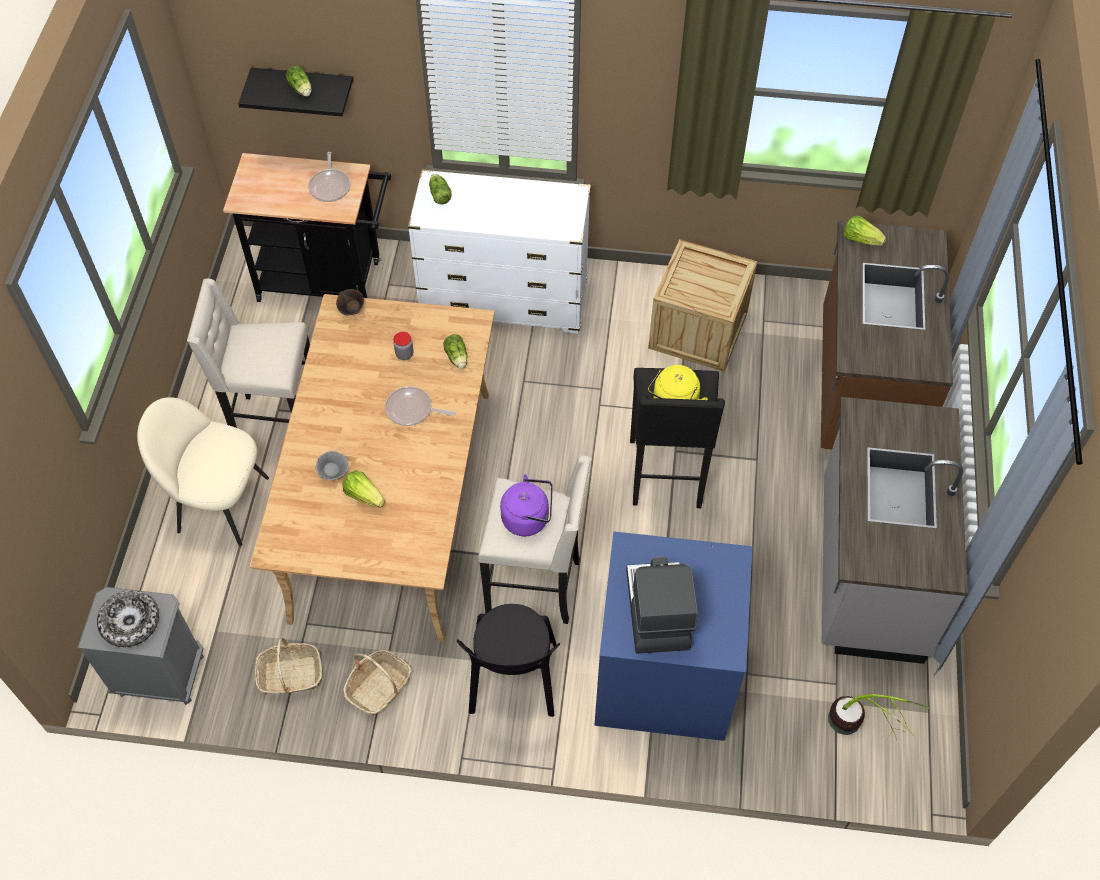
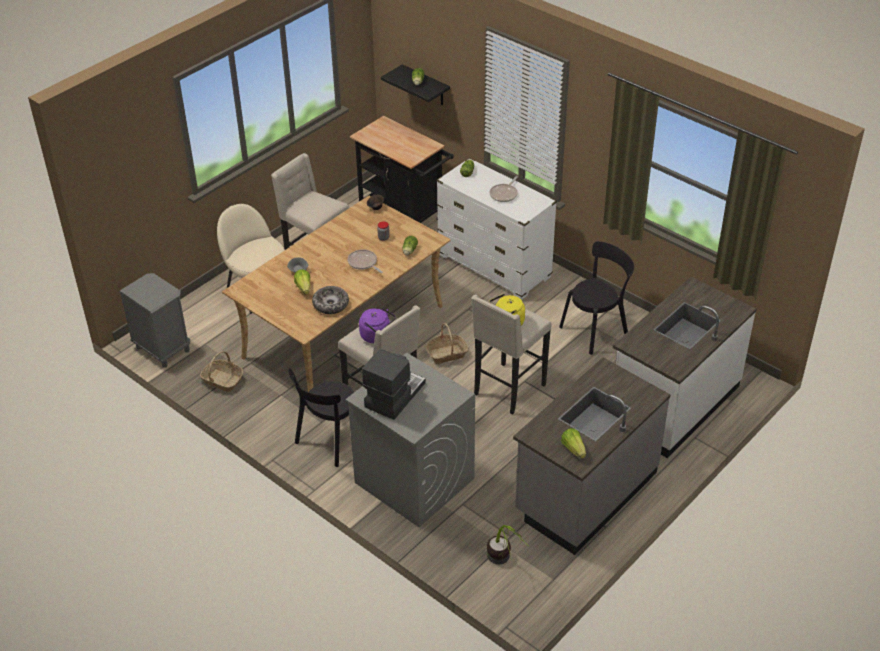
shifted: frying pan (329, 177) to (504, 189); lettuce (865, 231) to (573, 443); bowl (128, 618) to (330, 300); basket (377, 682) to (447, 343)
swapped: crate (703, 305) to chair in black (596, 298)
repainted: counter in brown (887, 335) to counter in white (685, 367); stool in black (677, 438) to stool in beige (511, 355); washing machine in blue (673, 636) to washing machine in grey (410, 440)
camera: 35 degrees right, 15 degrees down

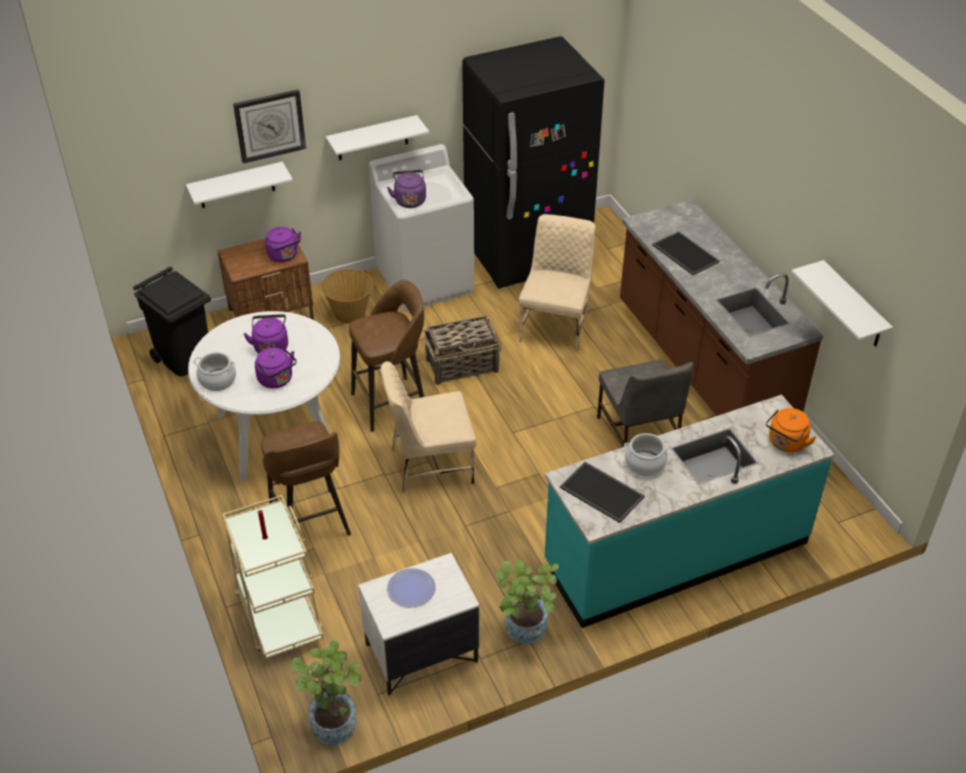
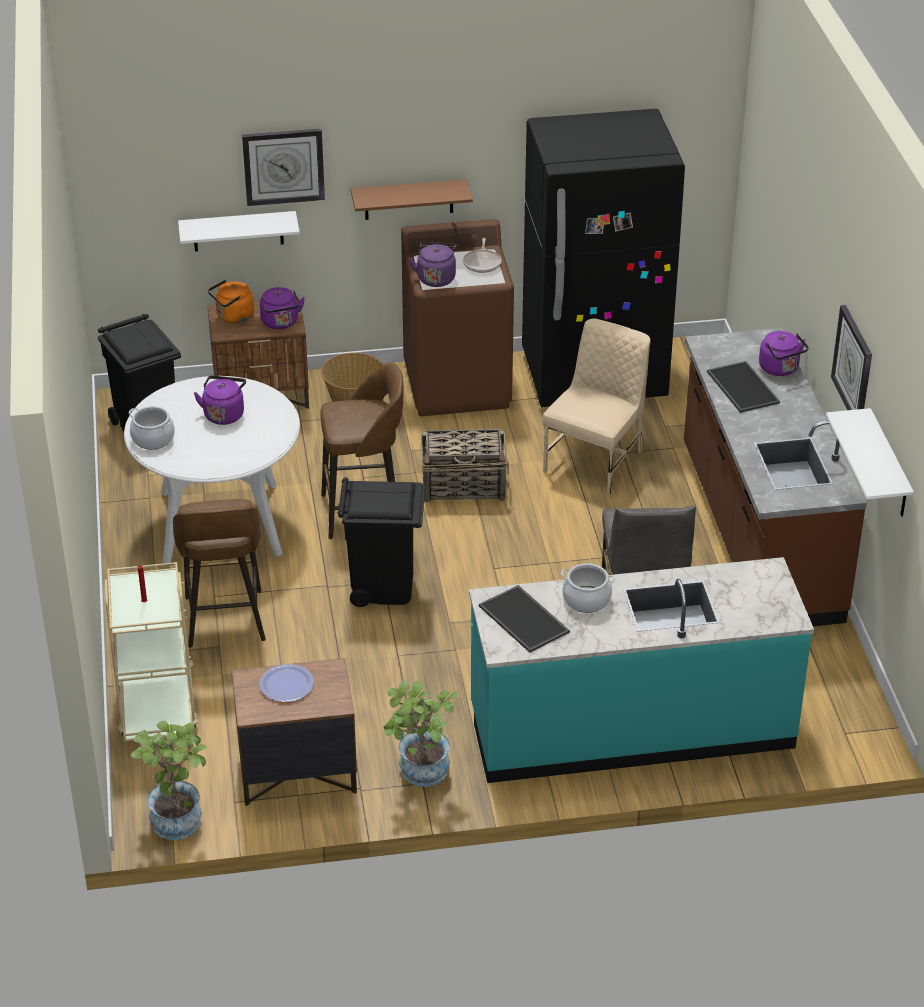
new: frying pan (482, 255); wall clock (851, 357)
shifted: kettle in purple (276, 368) to (784, 353); kettle in orange (791, 430) to (231, 301)
swapped: chair in beige (429, 427) to trash can in black (381, 542)
repainted: shelf in white (377, 137) to shelf in brown (412, 199); washing machine in white (421, 228) to washing machine in brown (457, 317); nightstand in white (419, 624) to nightstand in brown (294, 732)
camera: 15 degrees right, 5 degrees down

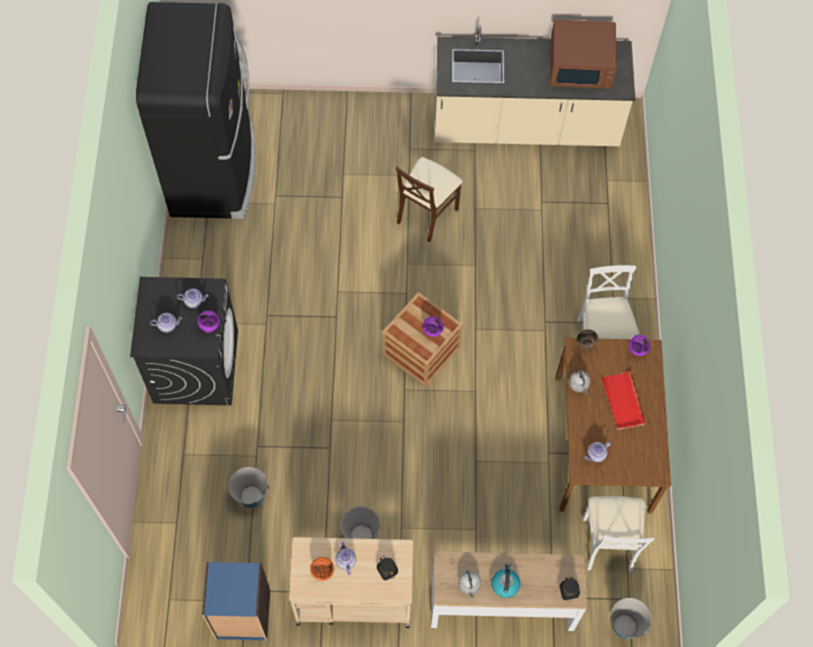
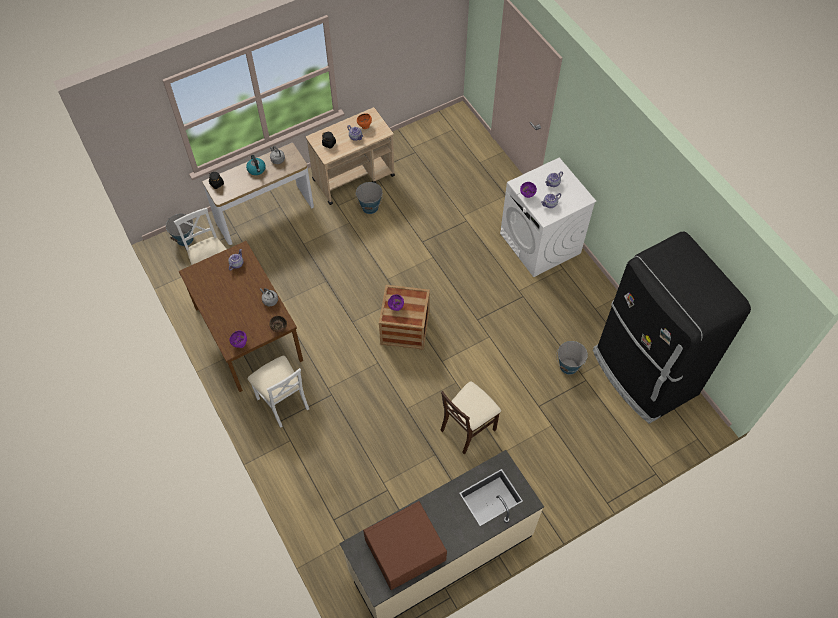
gone: tray in red (622, 400); bookcase in blue (236, 601)
shifted: bucket (249, 487) to (572, 358)
repainted: washing machine in black (184, 341) to washing machine in white (548, 217)
rotated: chair in beige (429, 199) = (470, 417) 135 degrees counterclockwise
camera: 150 degrees right, 5 degrees down

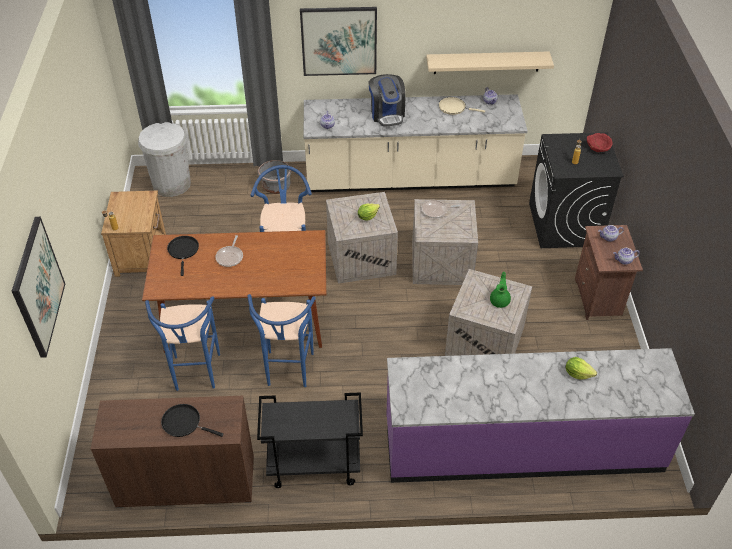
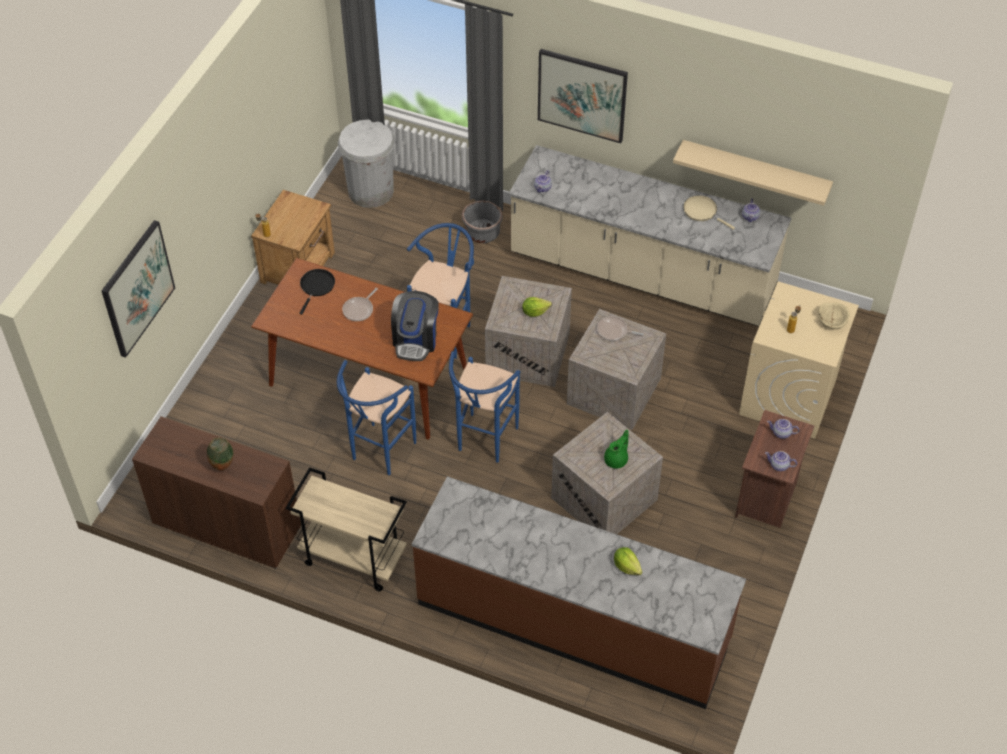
shifted: coffee machine (387, 100) to (415, 326); stool in blue (182, 343) to (484, 407)
swapped: frying pan in black (192, 420) to vase (220, 454)
repainted: washing machine in black (576, 190) to washing machine in beige (799, 360); bowl in red (600, 142) to bowl in beige (834, 316); counter in purple (540, 415) to counter in brown (579, 592); cart in black (310, 440) to cart in beige (346, 529)
camera: 25 degrees right, 5 degrees up

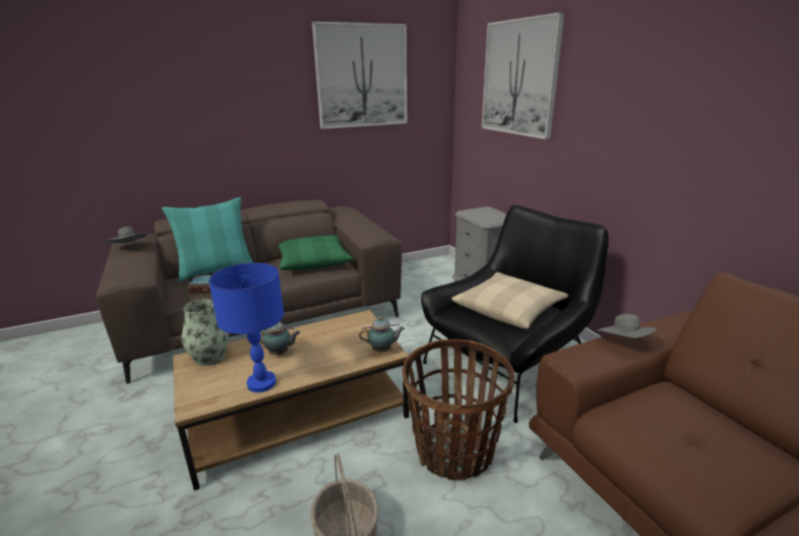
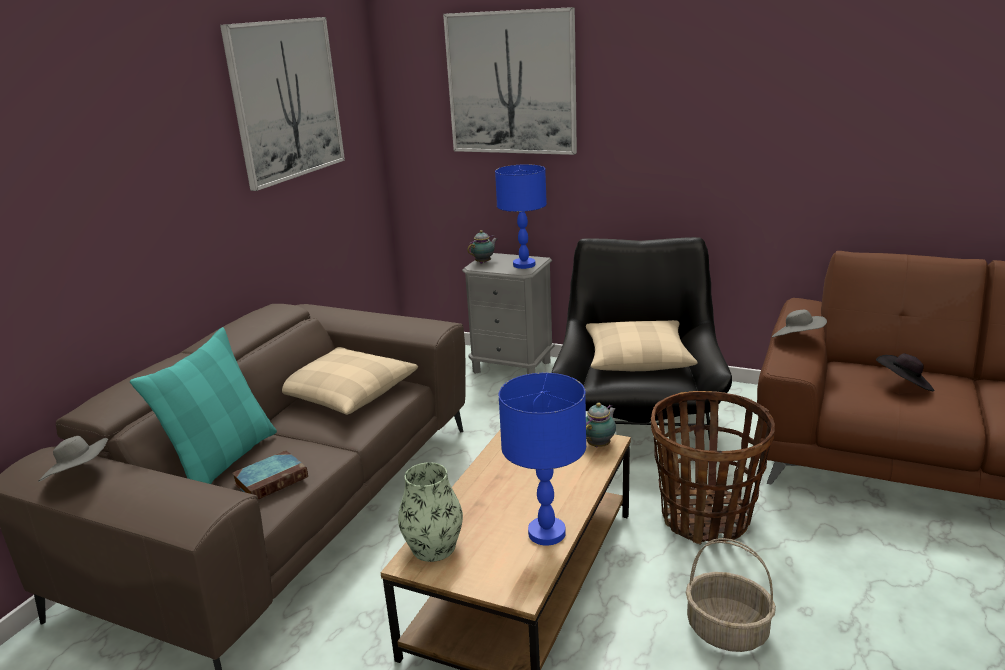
new: table lamp in blue (521, 216); hat in black (905, 372)
shifted: teapot (280, 338) to (482, 247)
repainted: pillow in green (315, 252) to pillow in beige (350, 381)
camera: 40 degrees left, 0 degrees up

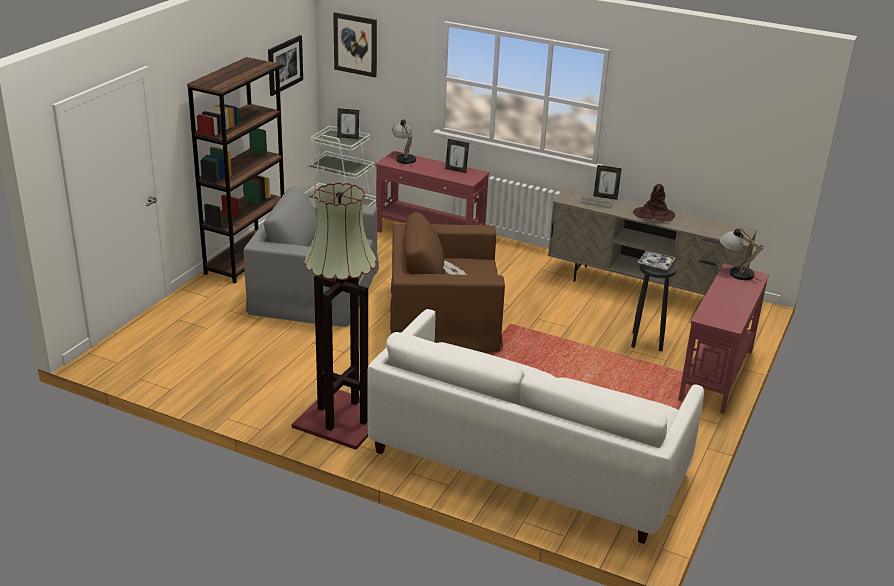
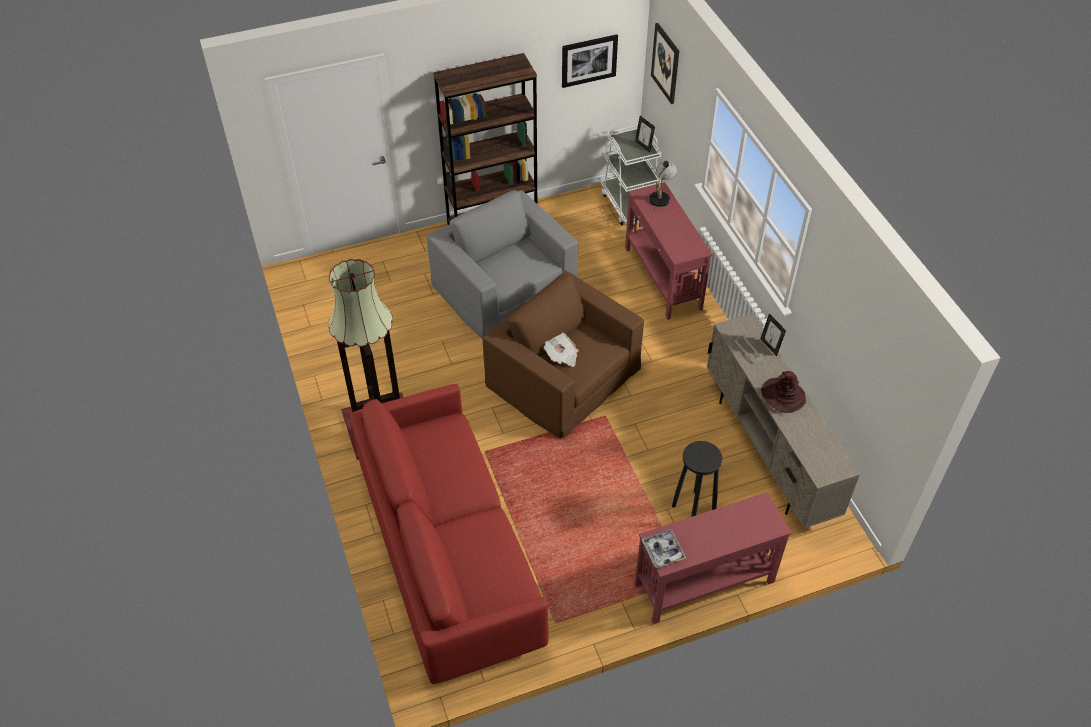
gone: picture frame (457, 156); table lamp (742, 255)
shifted: tray (656, 260) to (663, 548)
repainted: sofa in white (535, 426) to sofa in red (449, 534)
camera: 45 degrees right, 20 degrees up

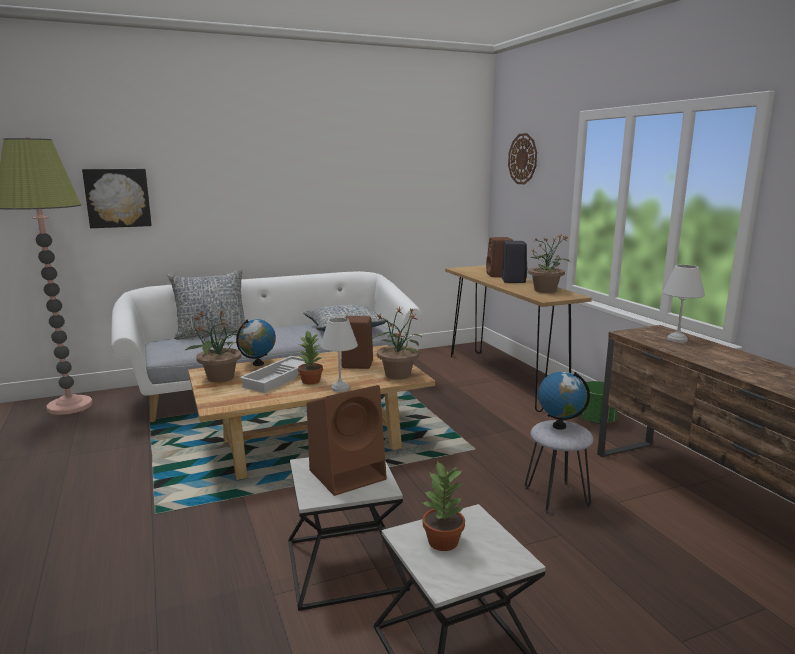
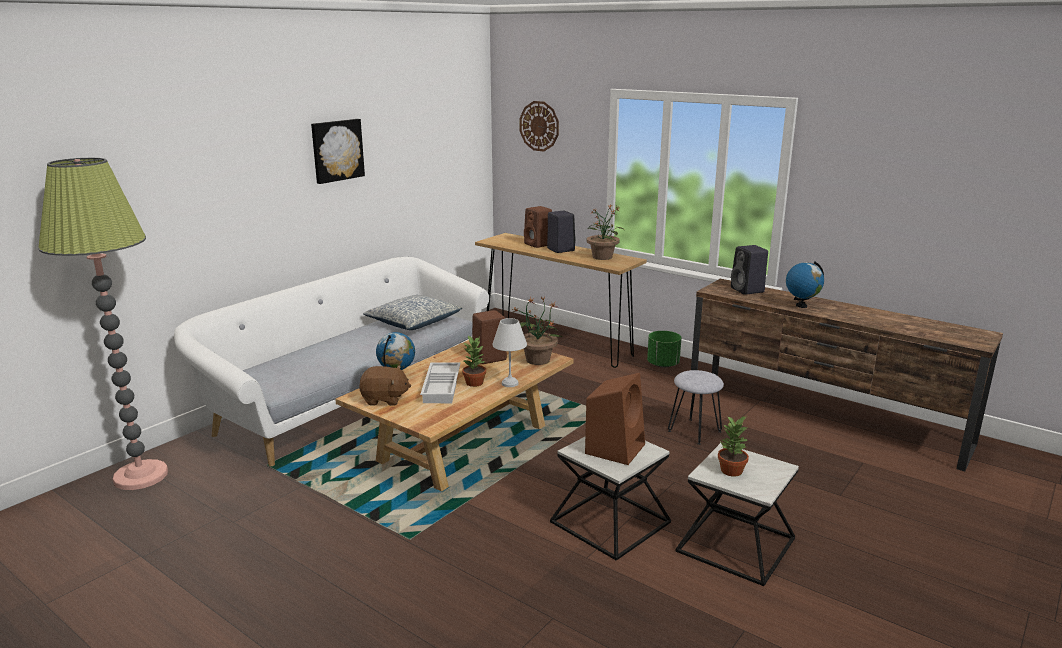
gone: pillow (207, 304)
shifted: picture (117, 198) to (338, 151); globe (564, 400) to (805, 284)
swapped: table lamp in white (683, 303) to speaker in black (749, 270); potted plant (215, 346) to plush toy in brown (385, 385)
camera: 30 degrees left, 5 degrees up

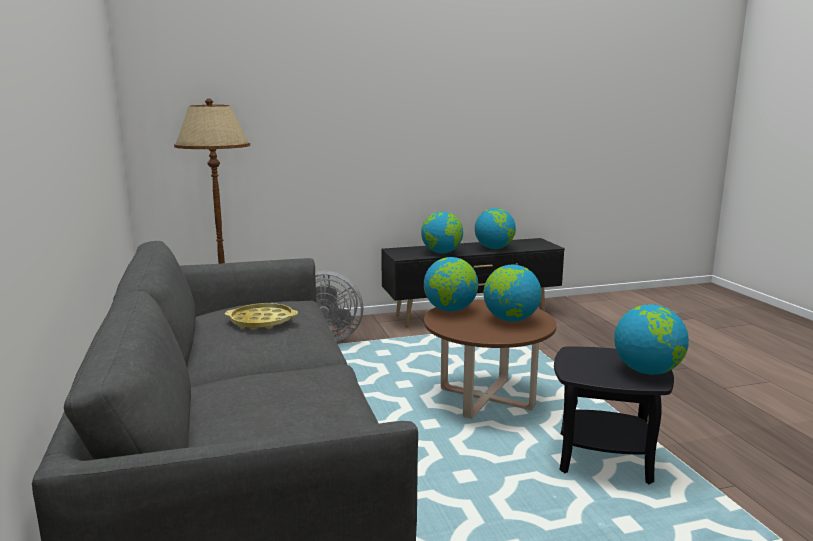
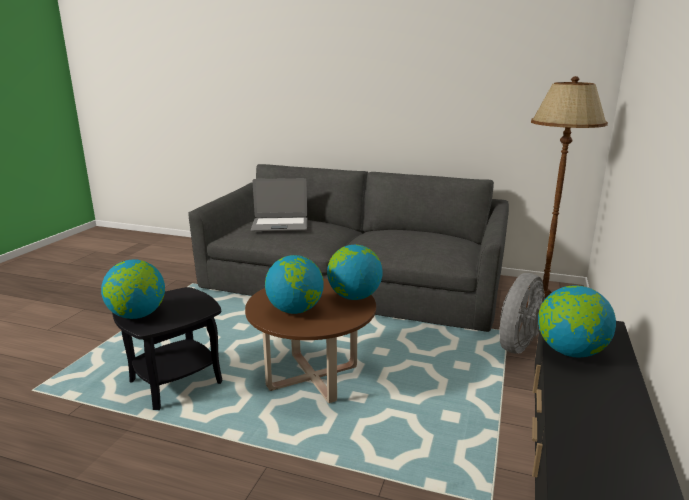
gone: globe (495, 228); tray in yellow (261, 316)
new: laptop (279, 204)
camera: 125 degrees right, 5 degrees up

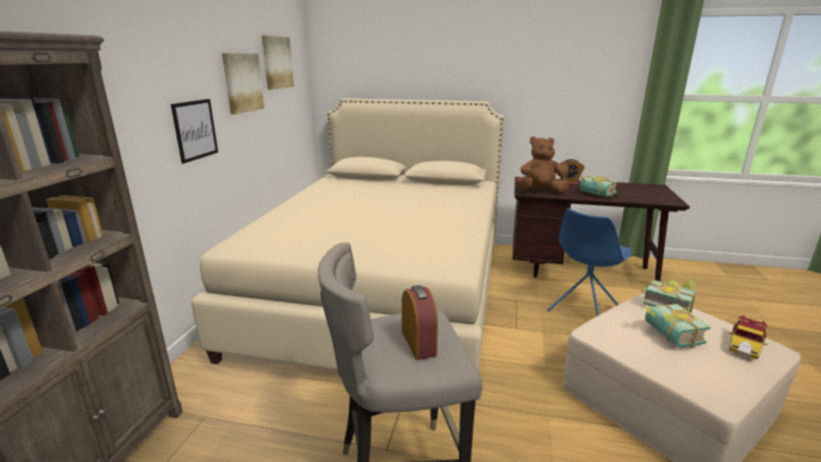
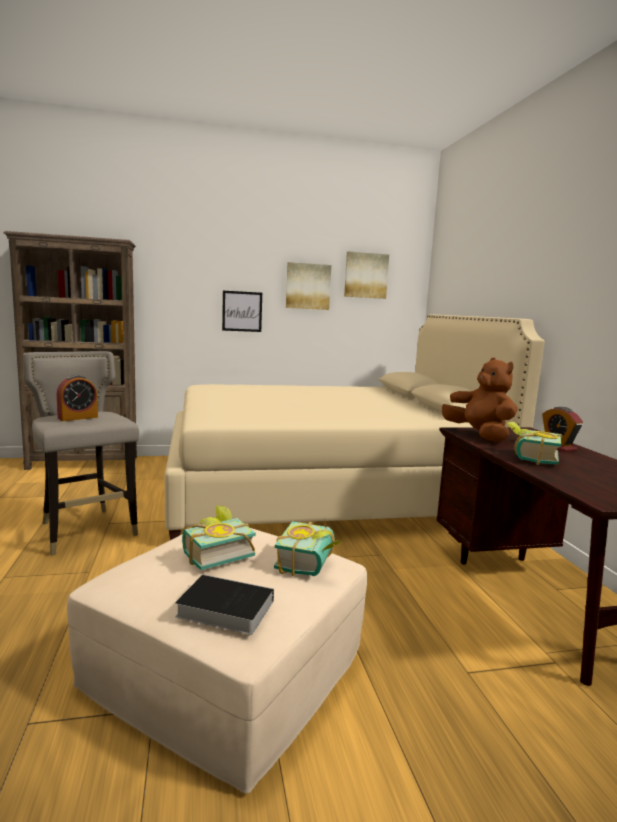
gone: chair in blue (589, 262)
swapped: toy car (748, 337) to book (224, 604)
camera: 65 degrees right, 10 degrees down

